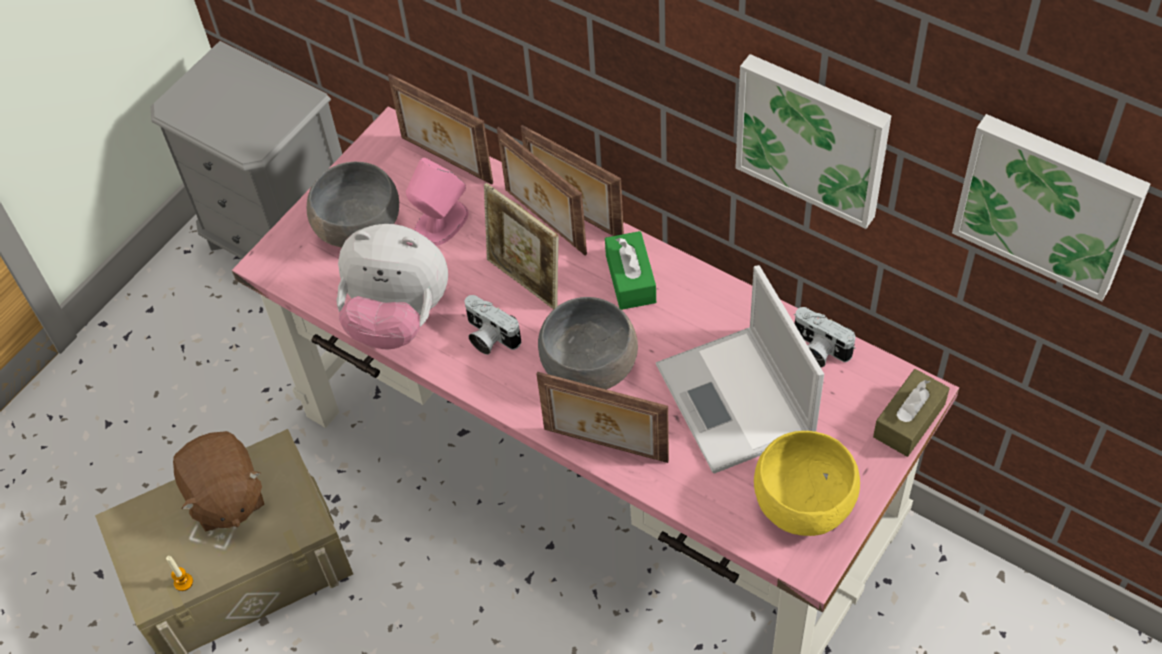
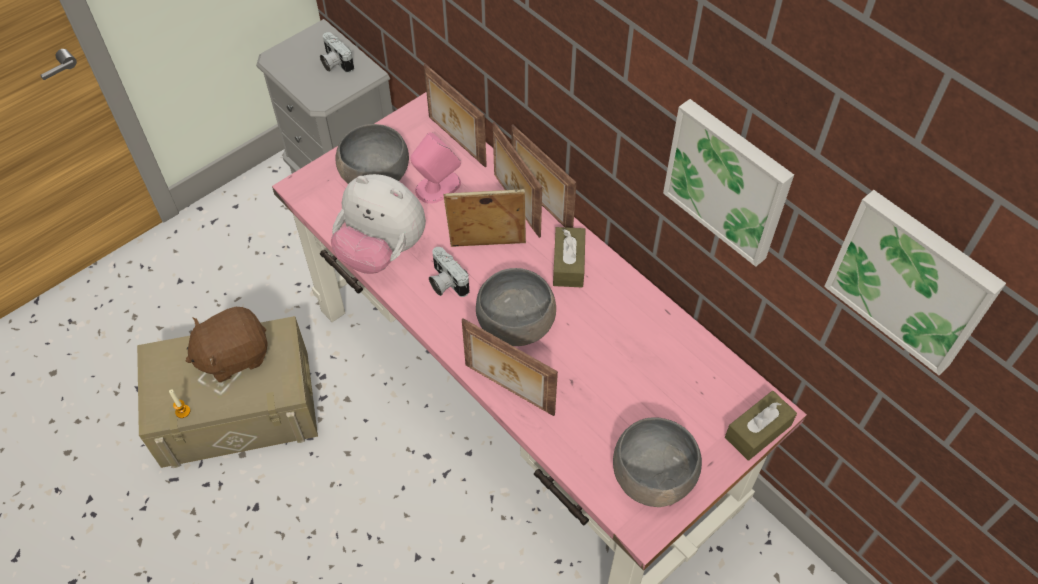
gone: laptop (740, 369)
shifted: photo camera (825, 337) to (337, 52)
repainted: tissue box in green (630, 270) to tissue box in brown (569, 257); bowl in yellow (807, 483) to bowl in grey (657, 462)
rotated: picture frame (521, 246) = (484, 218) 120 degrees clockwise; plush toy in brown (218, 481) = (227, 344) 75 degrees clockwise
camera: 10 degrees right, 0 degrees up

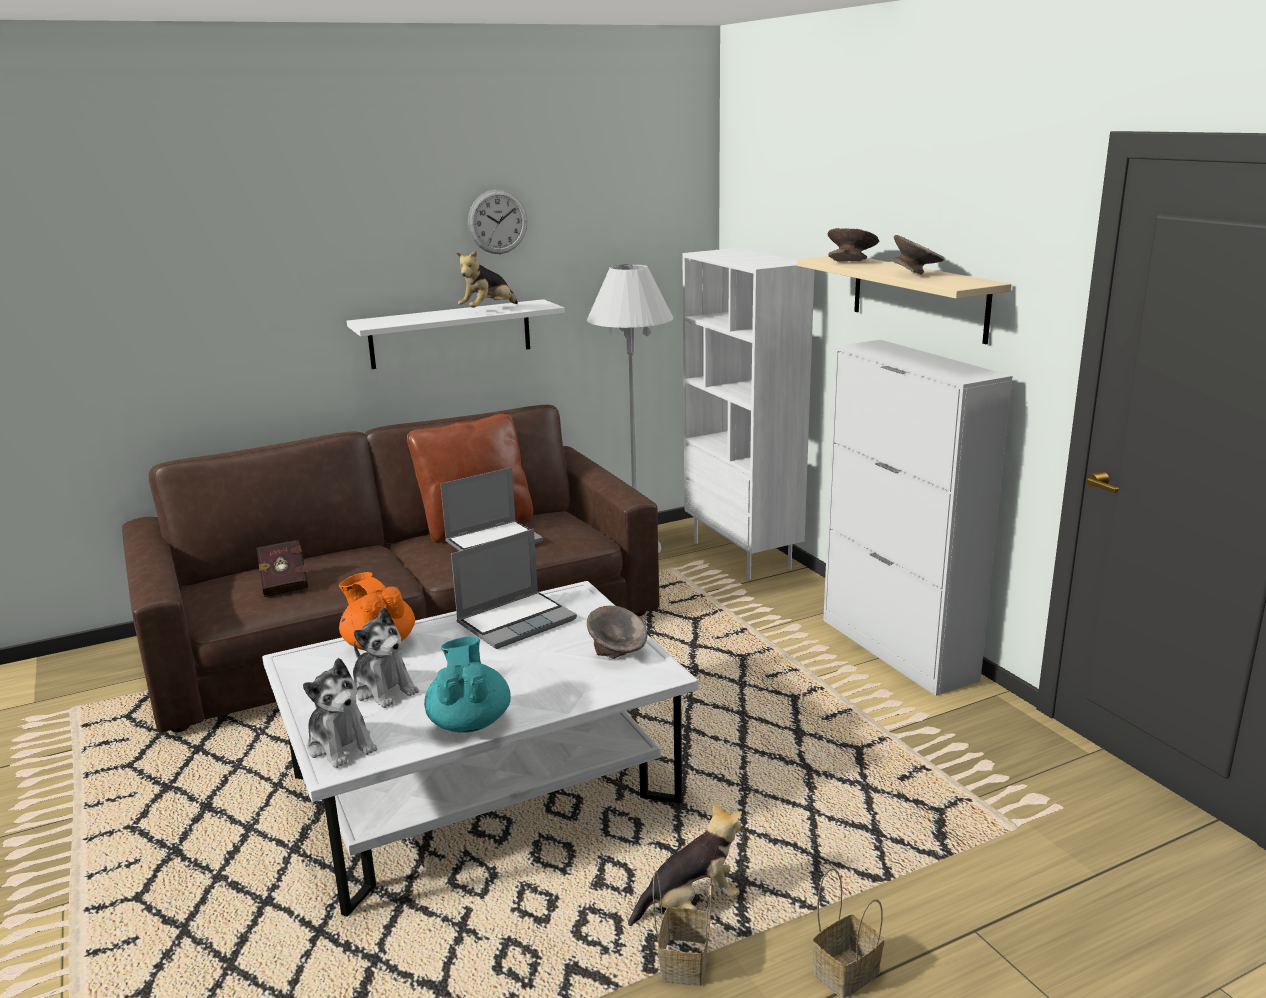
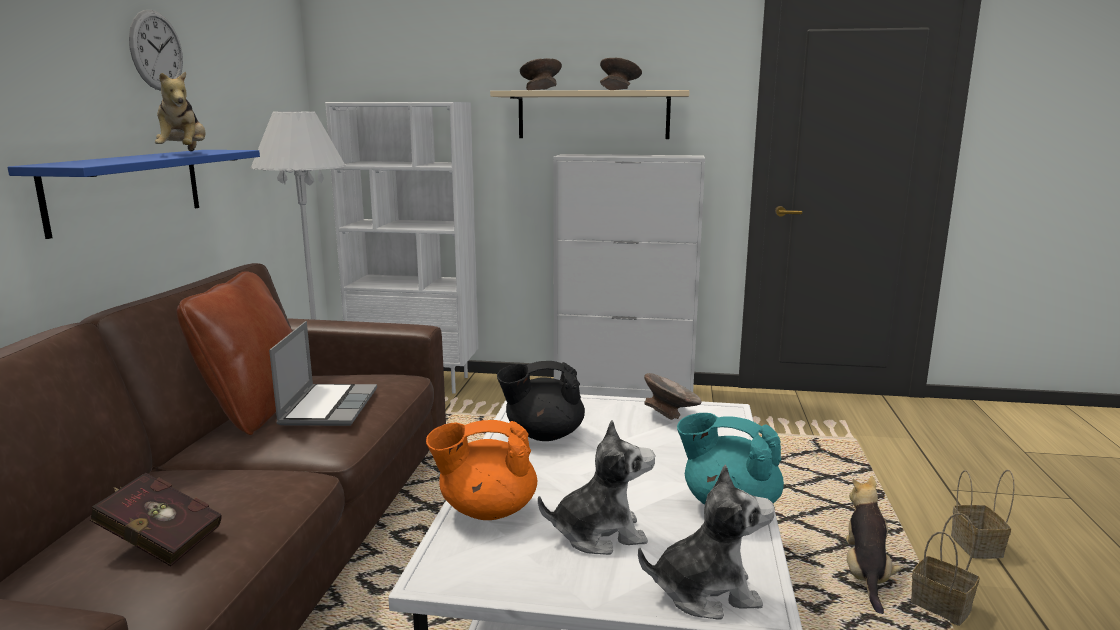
swapped: laptop (514, 589) to teapot in black (541, 401)
repainted: shelf in white (456, 334) to shelf in blue (134, 194)
camera: 55 degrees left, 5 degrees down

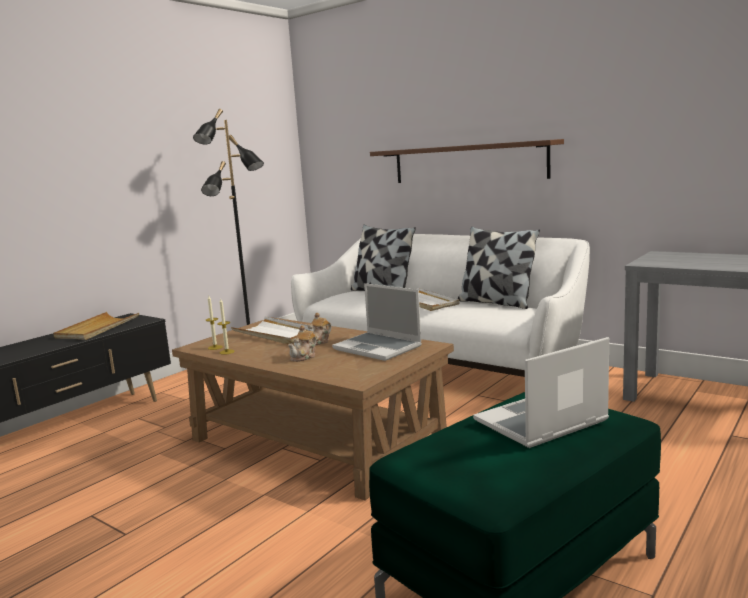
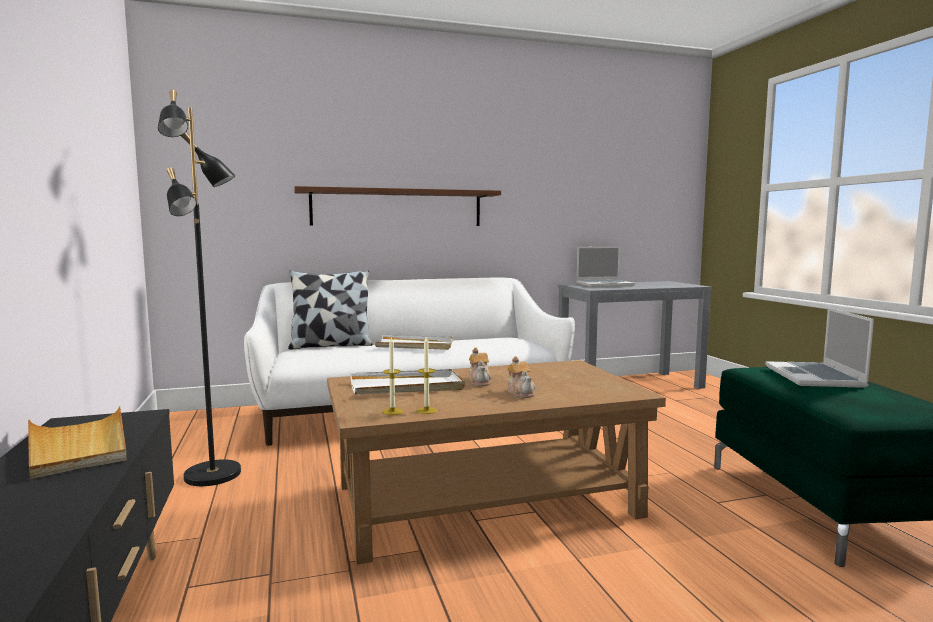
gone: pillow (499, 267)
shifted: laptop (377, 322) to (605, 266)
camera: 55 degrees left, 5 degrees down

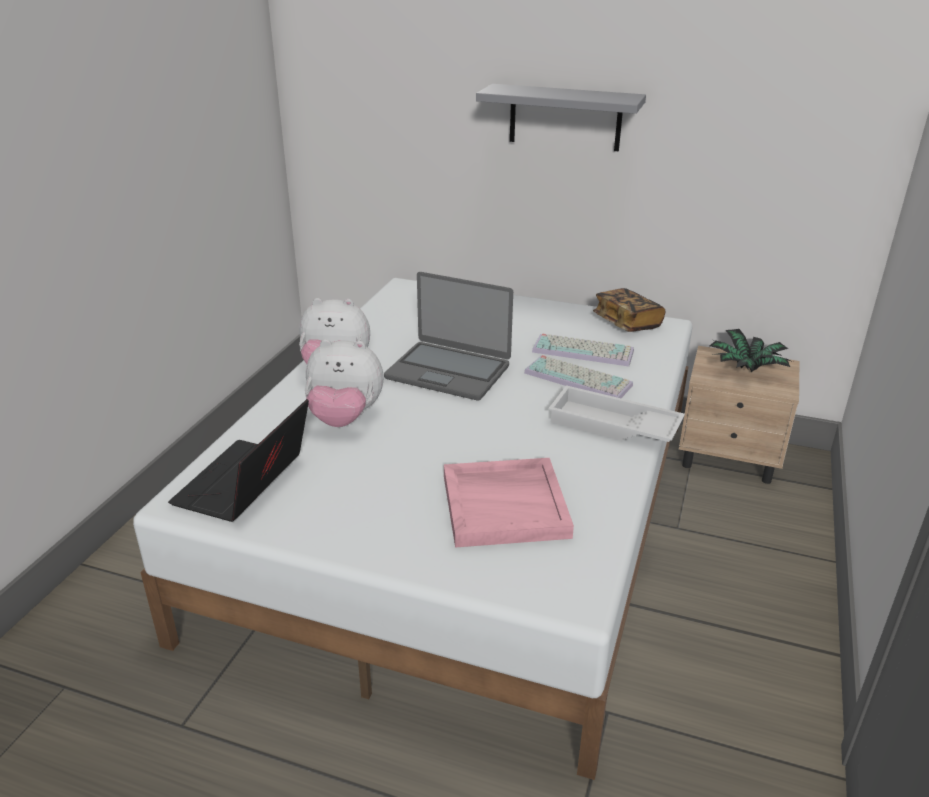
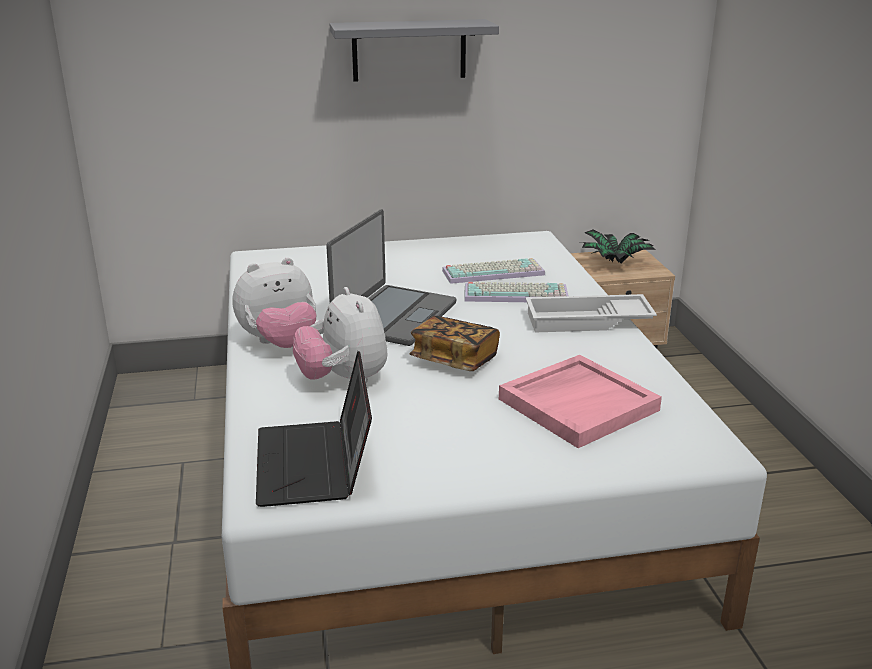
shifted: book (629, 310) to (455, 343)
rotated: laptop (448, 336) = (391, 277) 60 degrees counterclockwise; plush toy (344, 383) = (340, 335) 90 degrees clockwise
camera: 30 degrees left, 5 degrees down

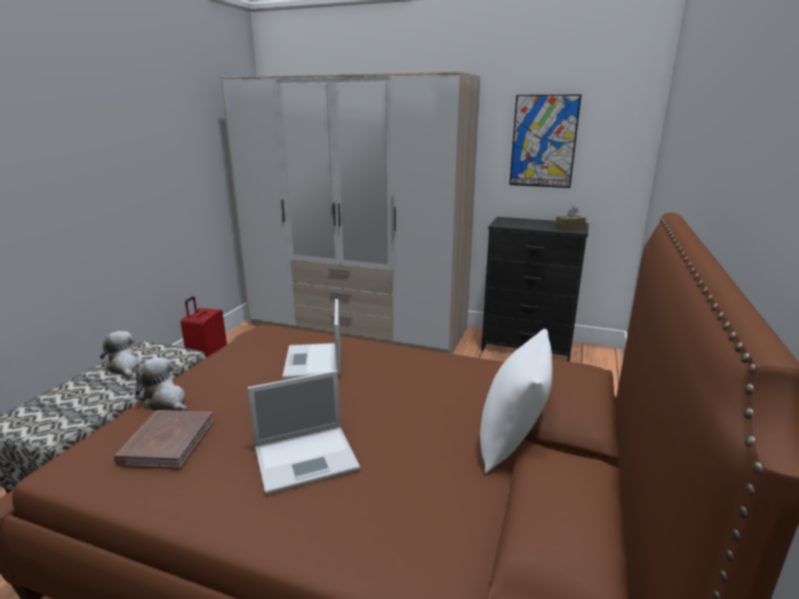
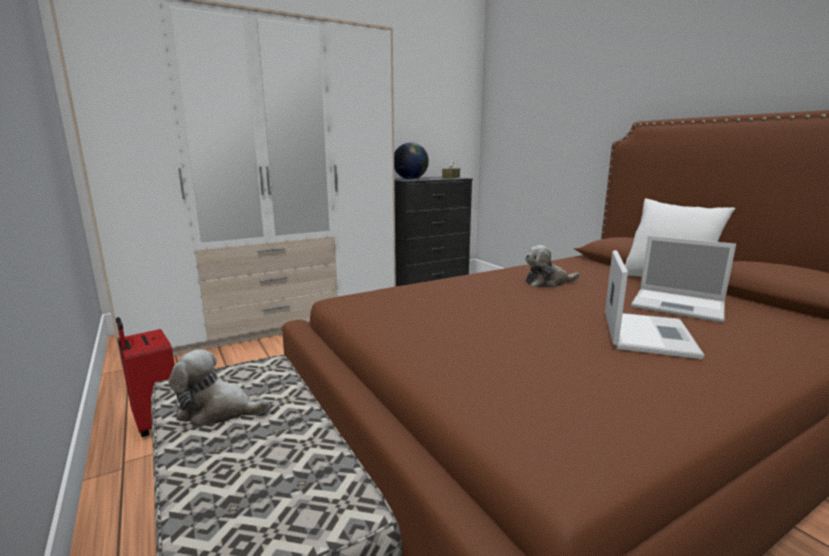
gone: picture (545, 141); book in brown (164, 439)
new: globe (411, 160)
shifted: laptop (311, 339) to (683, 279); plush toy (161, 384) to (552, 266)
camera: 50 degrees left, 5 degrees down

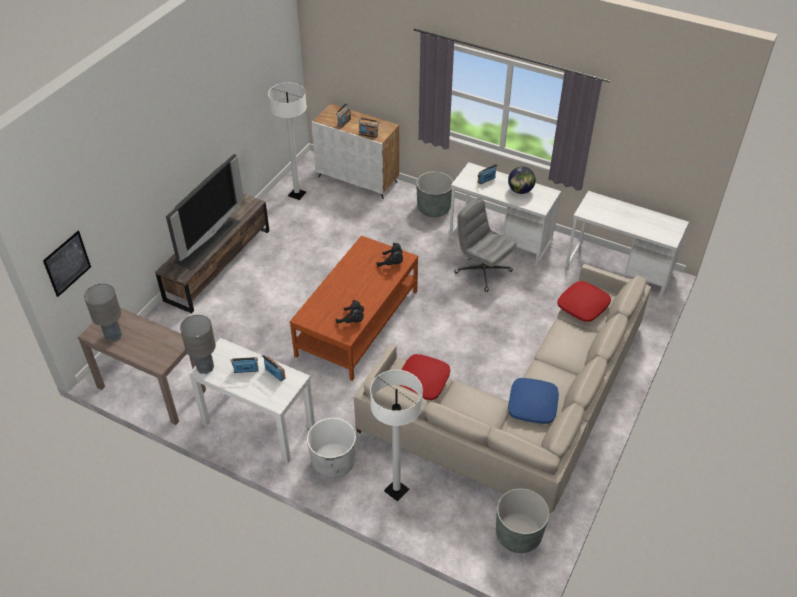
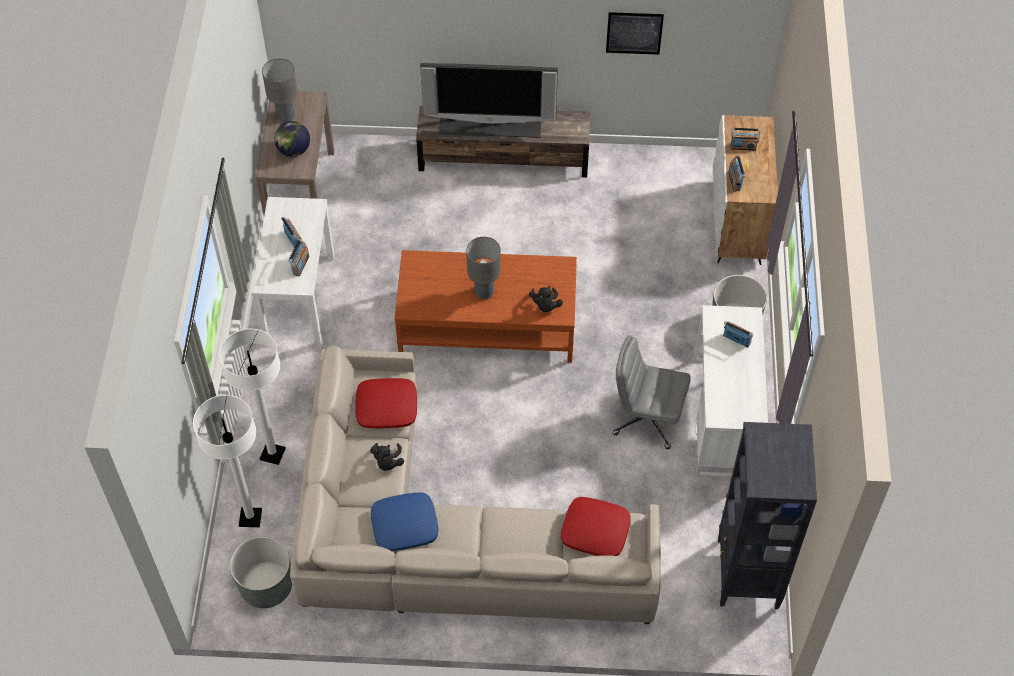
gone: planter in white (331, 448)
shifted: floor lamp in white (287, 141) to (227, 461); globe (522, 180) to (292, 139); picture (67, 264) to (635, 33); plush toy in black (349, 311) to (387, 457); table lamp in grey (198, 344) to (483, 268)
swapped: desk in white (627, 244) to bookcase in black (767, 515)
rotated: office chair in grey (485, 244) = (652, 392) 90 degrees counterclockwise
camera: 65 degrees right, 10 degrees up

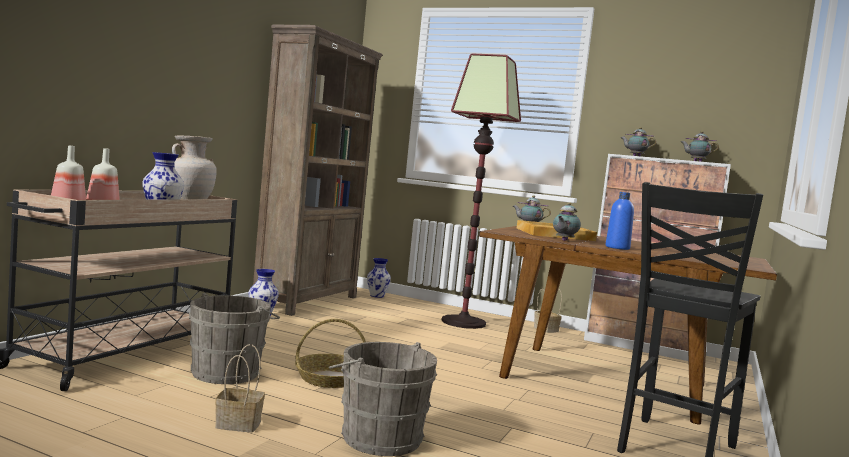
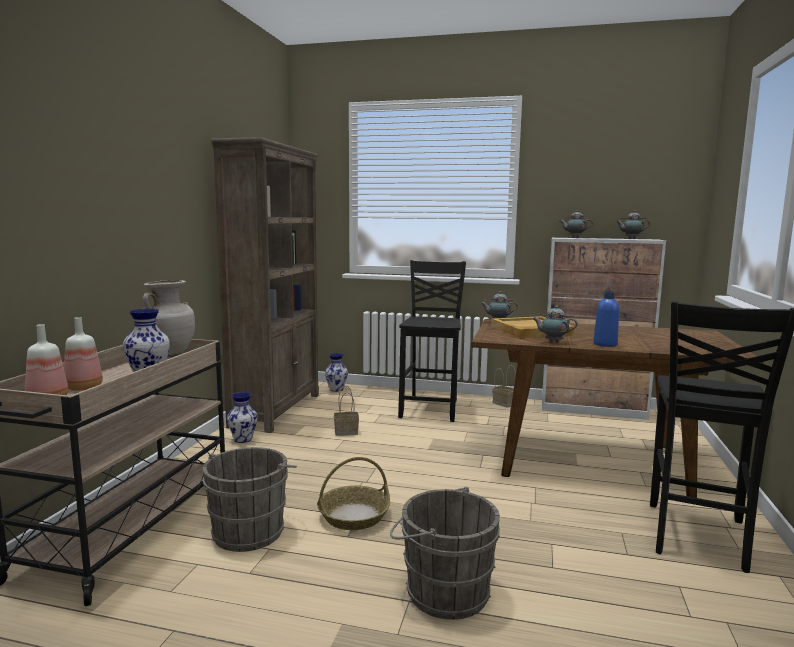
shifted: basket (240, 388) to (346, 411)
swapped: floor lamp (481, 191) to chair in black (432, 341)
rotated: teapot (567, 221) = (555, 323) 90 degrees clockwise
camera: 10 degrees left, 5 degrees up

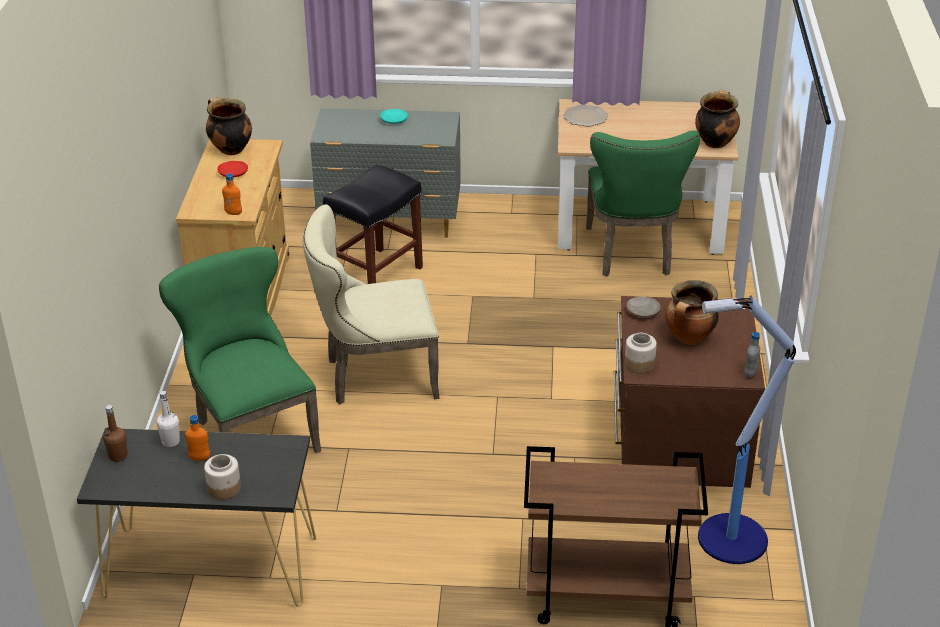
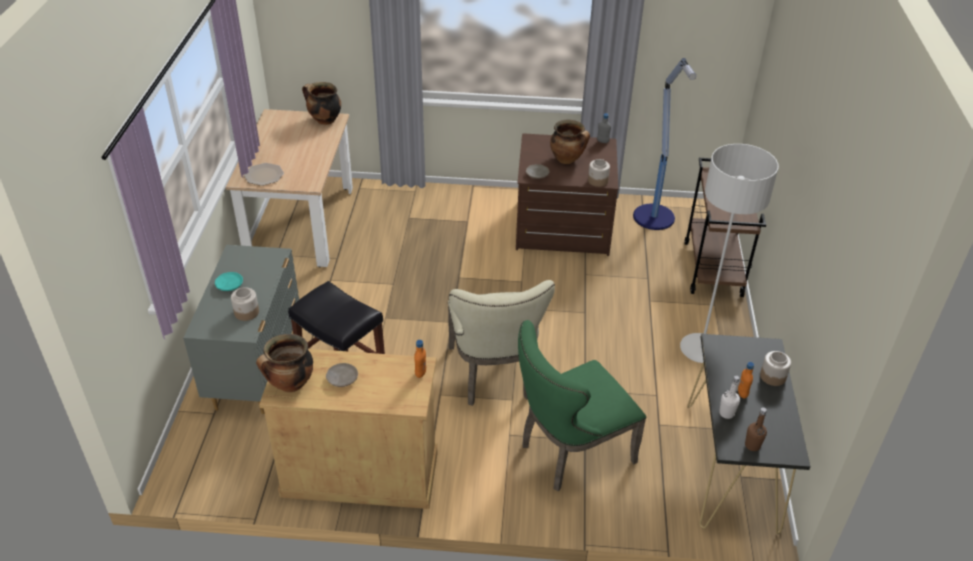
gone: chair in green (643, 203)
new: floor lamp in white (729, 253); jar (245, 304)
repainted: plate in red (232, 169) to plate in beige (342, 375)
camera: 90 degrees left, 5 degrees up

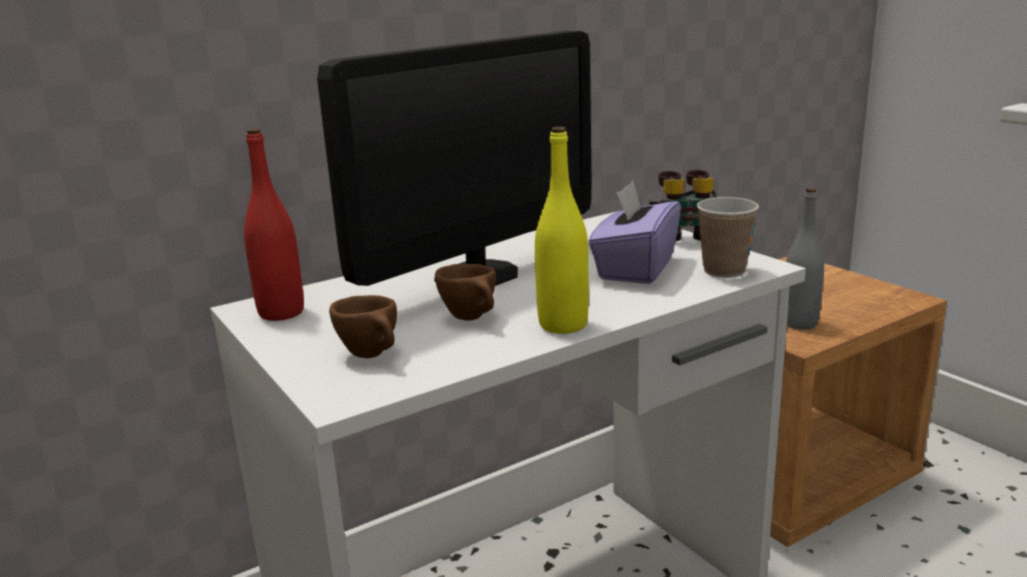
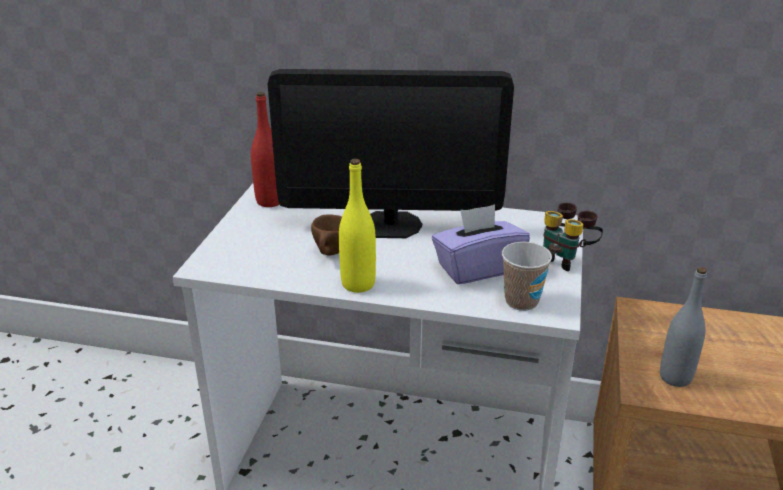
gone: cup in brown (363, 326)
camera: 45 degrees right, 10 degrees up

